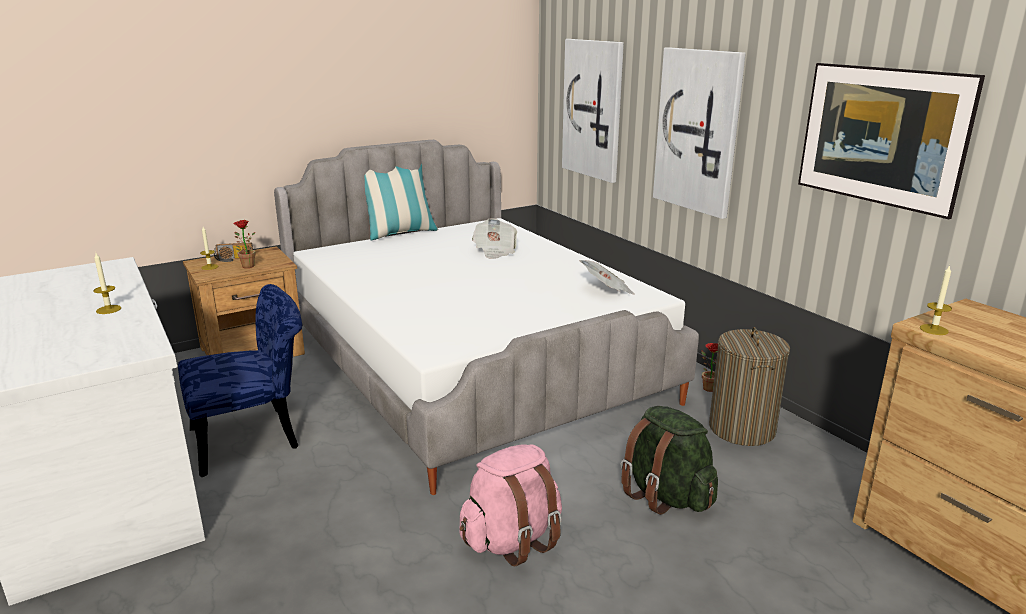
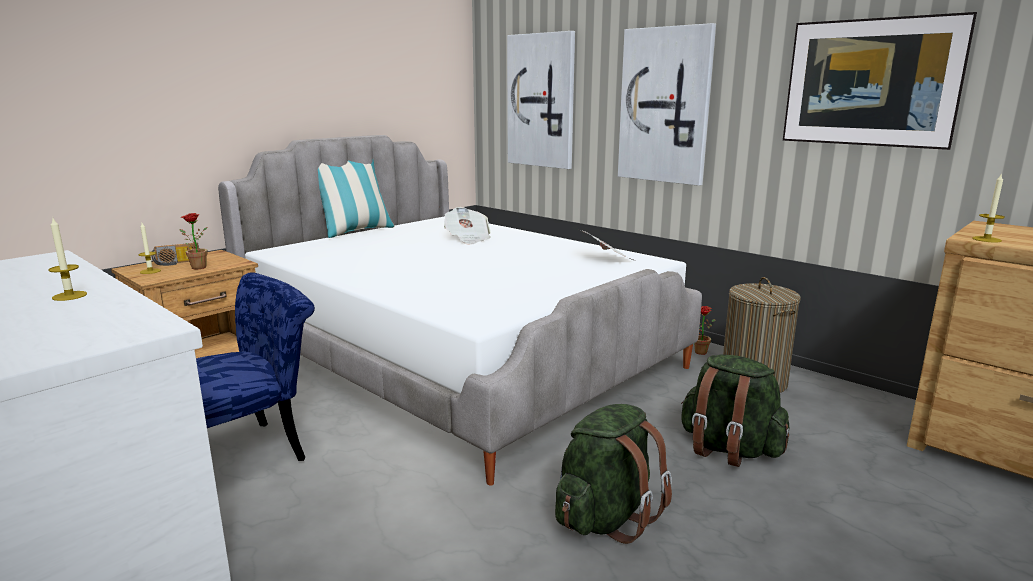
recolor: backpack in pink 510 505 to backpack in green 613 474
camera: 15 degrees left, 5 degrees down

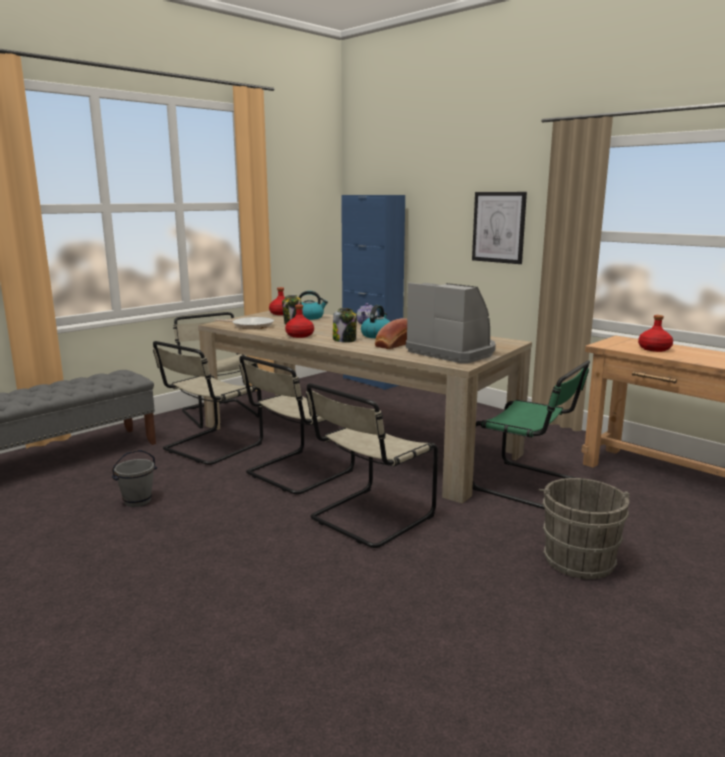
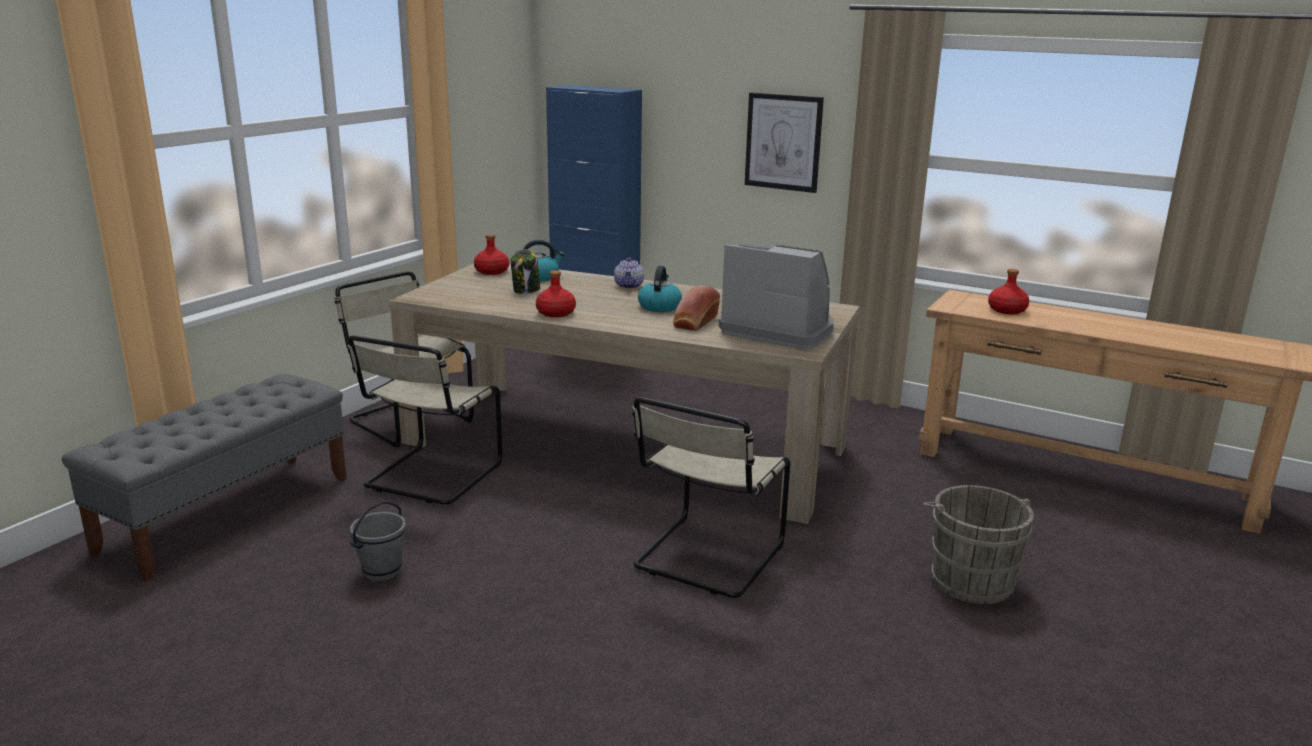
delete: jar 345 325; frying pan 244 323; chair in beige 297 425; chair in green 531 434
camera: 15 degrees left, 5 degrees up

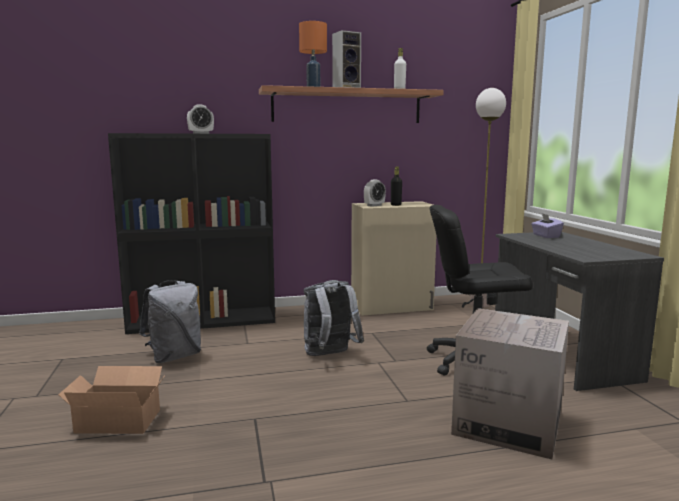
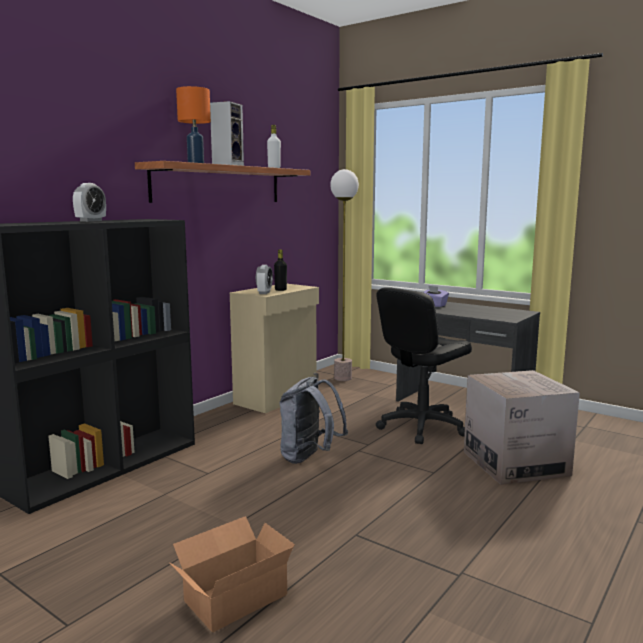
delete: backpack in grey 170 321
camera: 40 degrees left, 0 degrees up

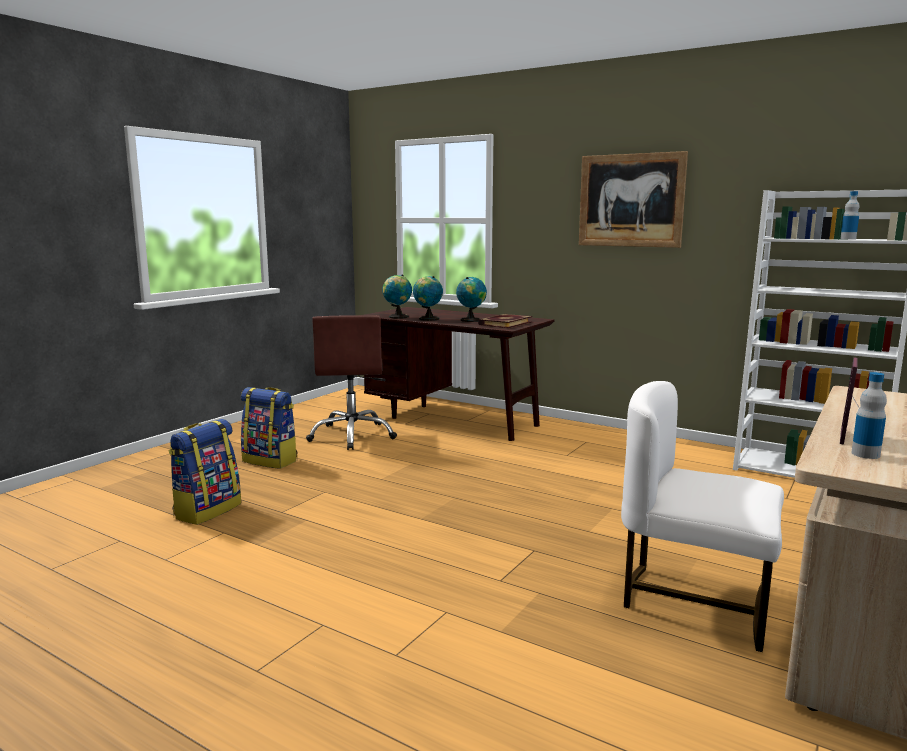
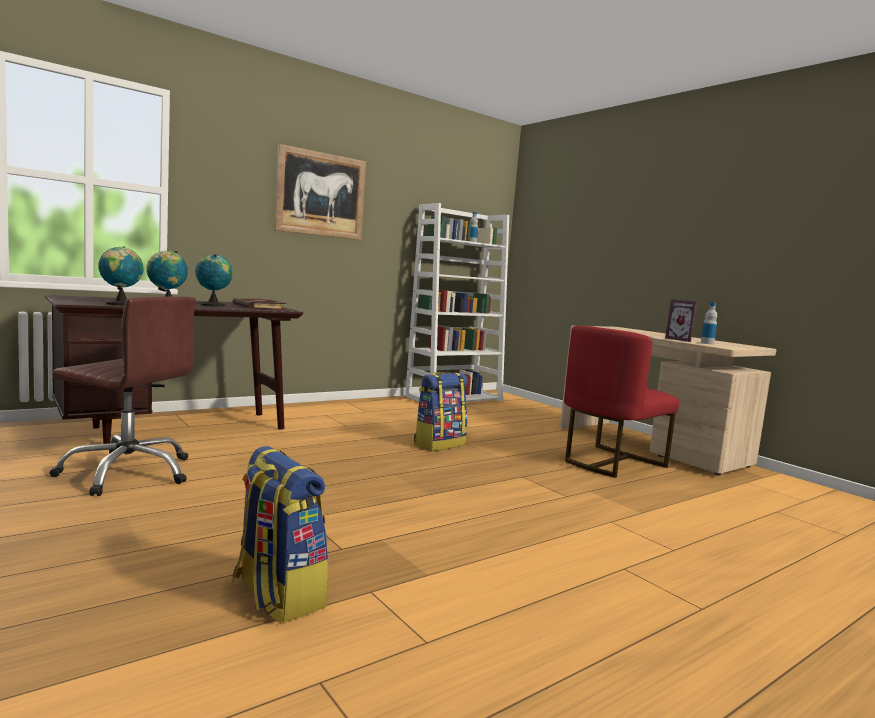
move: backpack 269 428 to 441 411
recolor: chair in white 702 516 to chair in red 621 402
camera: 70 degrees left, 5 degrees down

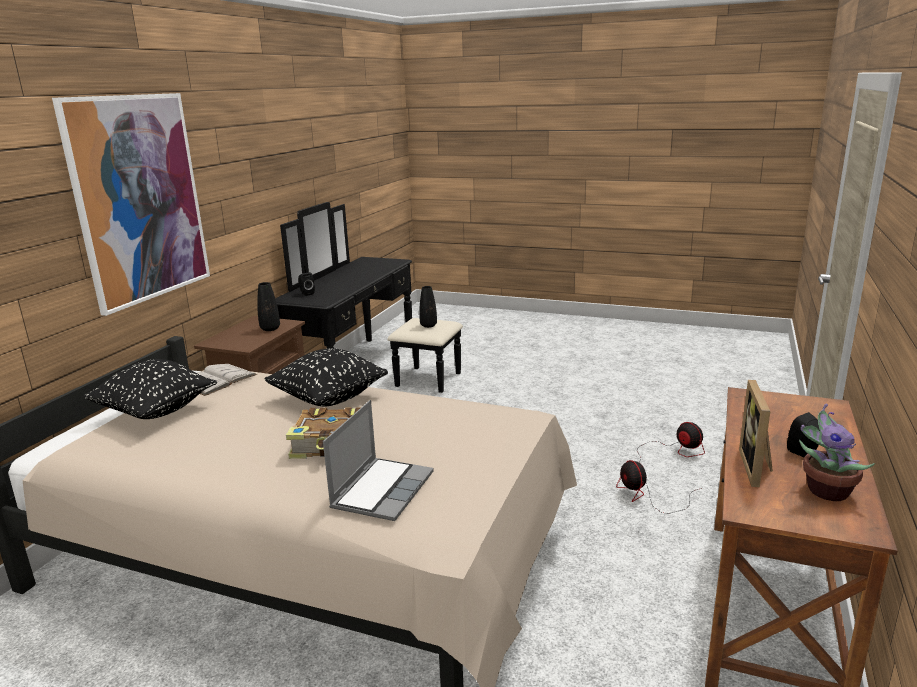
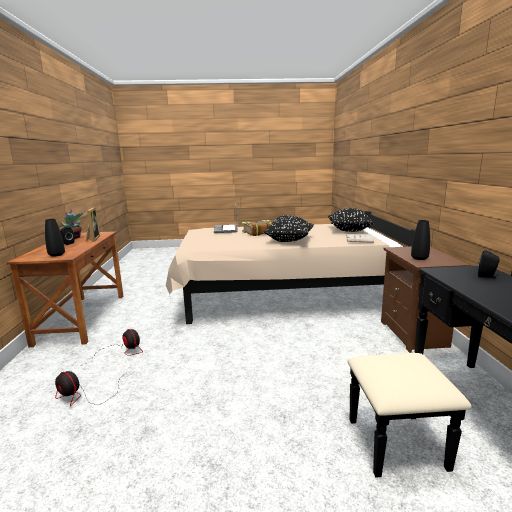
delete: picture 131 204
move: vase in black 428 307 to 55 238
camera: 155 degrees right, 5 degrees down

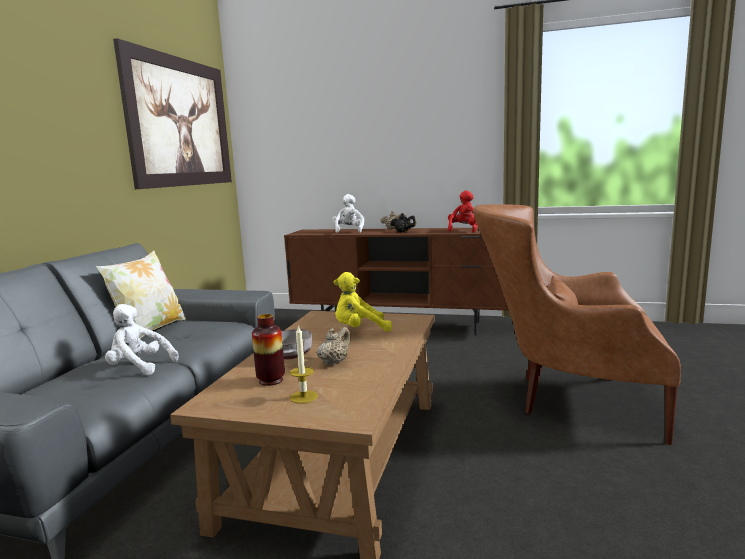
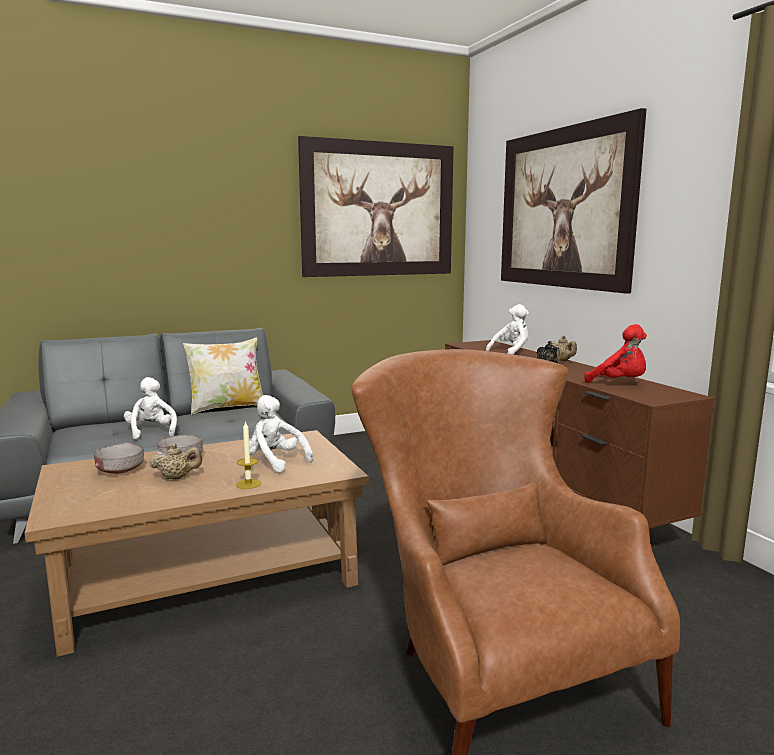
insert: picture 574 201
move: candle 304 364 to 248 455
replace: vase 268 350 to bowl in grey 118 458
recolor: plush toy in yellow 362 302 to plush toy in white 278 433
rotate: plush toy in red 463 211 = 615 353 60 degrees clockwise
camera: 50 degrees right, 0 degrees up

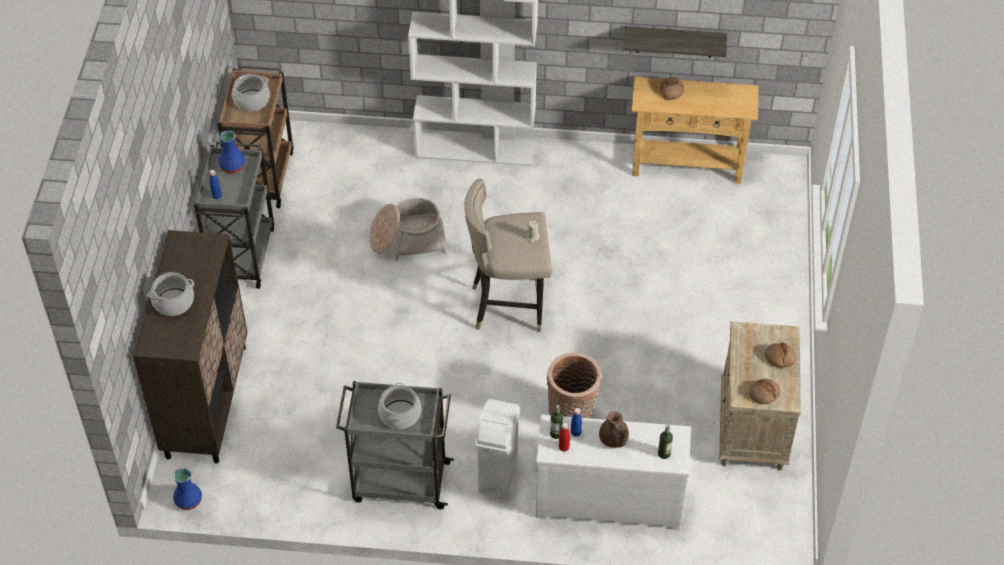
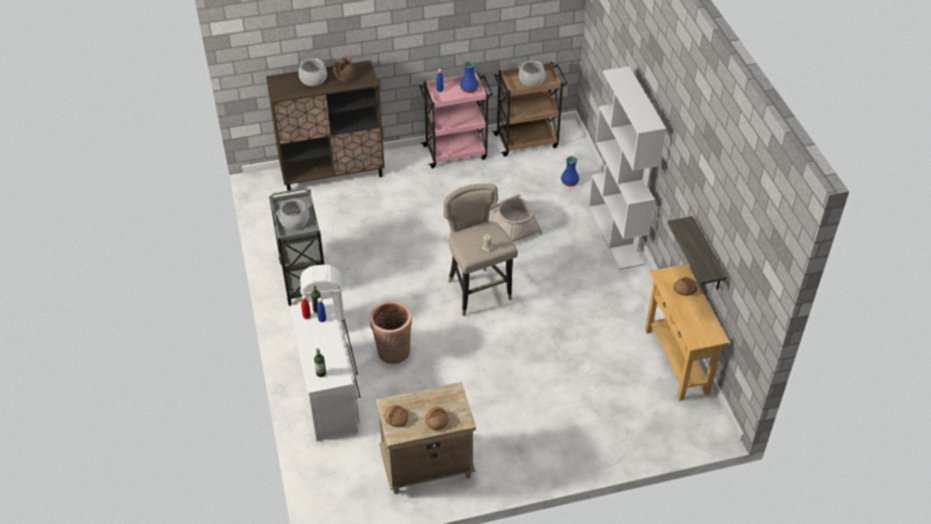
move: teapot in brown 614 430 to 344 68; vase in blue 187 489 to 570 171
recolor: cart in grey 234 215 to cart in pink 456 120
camera: 70 degrees right, 5 degrees down

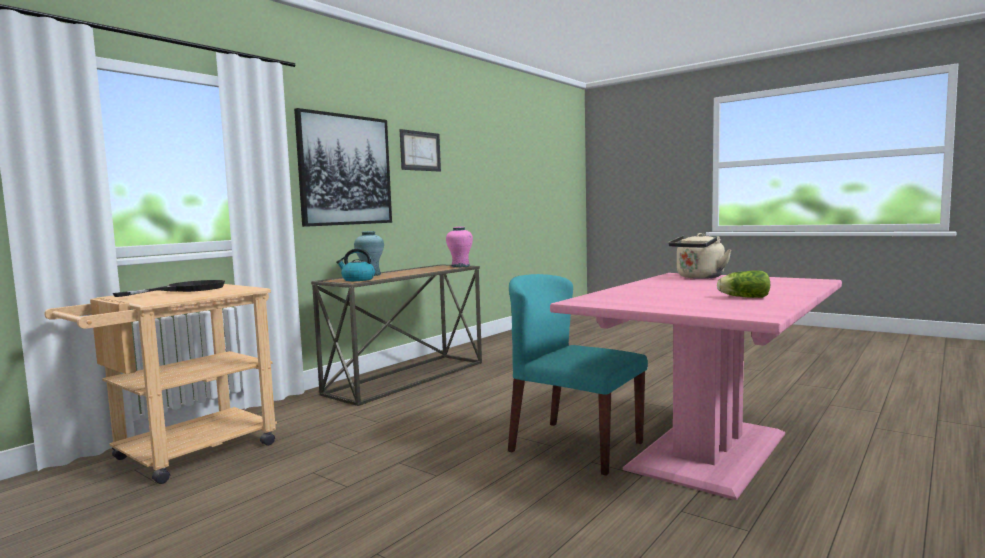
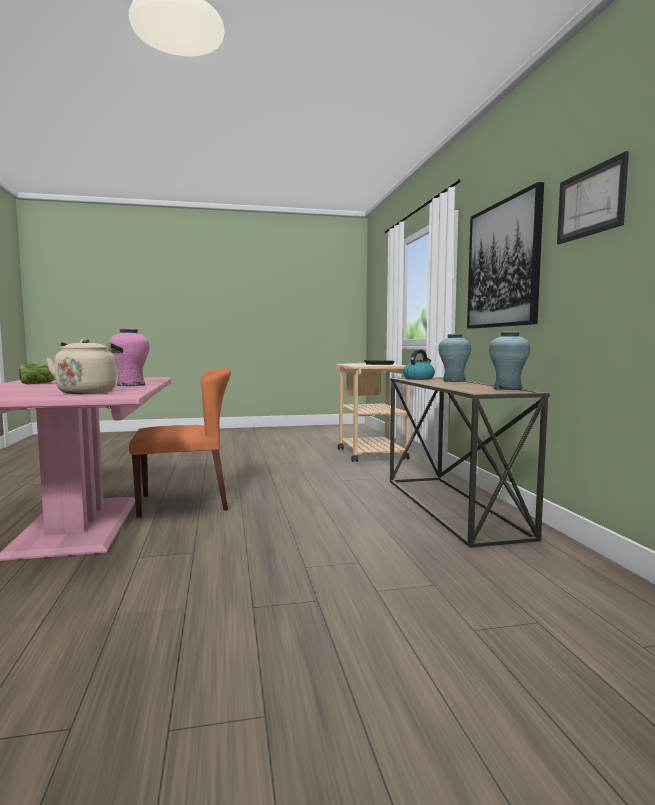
insert: vase in turquoise 509 360
move: vase in pink 459 247 to 129 357
recolor: chair in turquoise 578 375 to chair in orange 180 442
camera: 130 degrees right, 0 degrees up

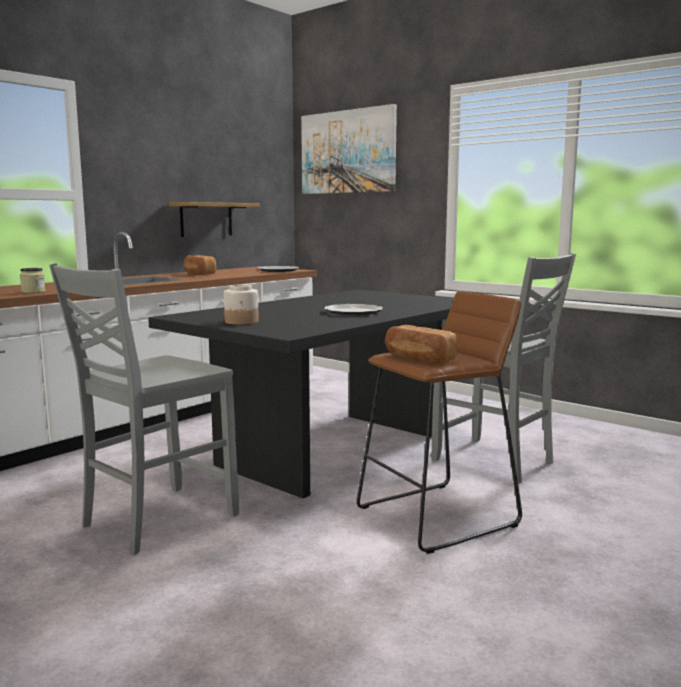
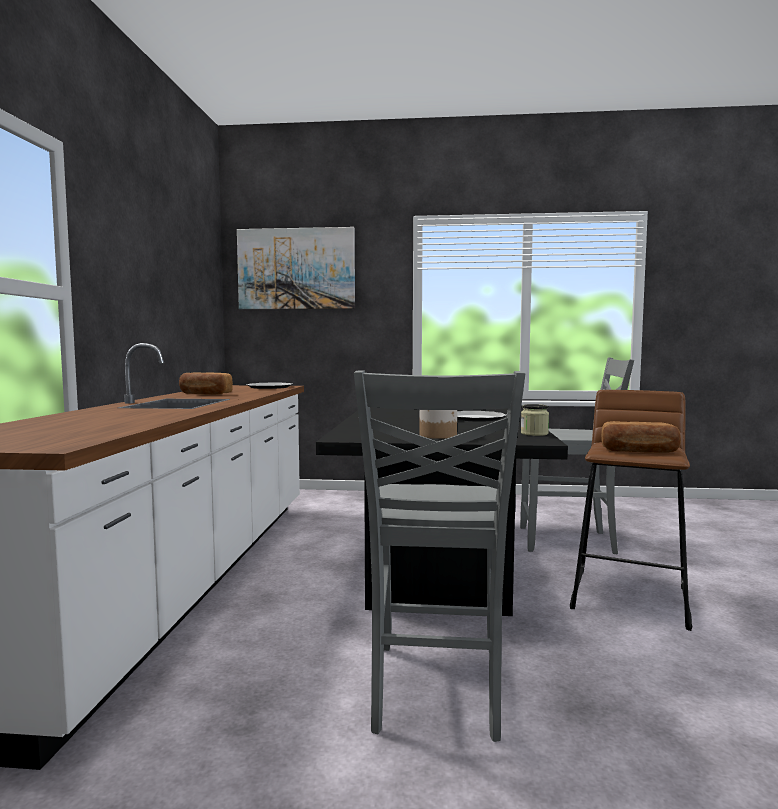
delete: shelf 214 219
move: jar 33 280 to 535 420
camera: 35 degrees left, 5 degrees down

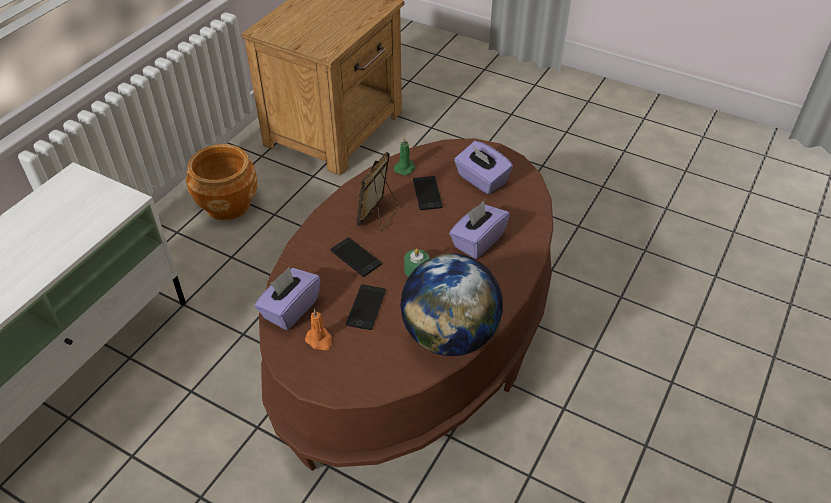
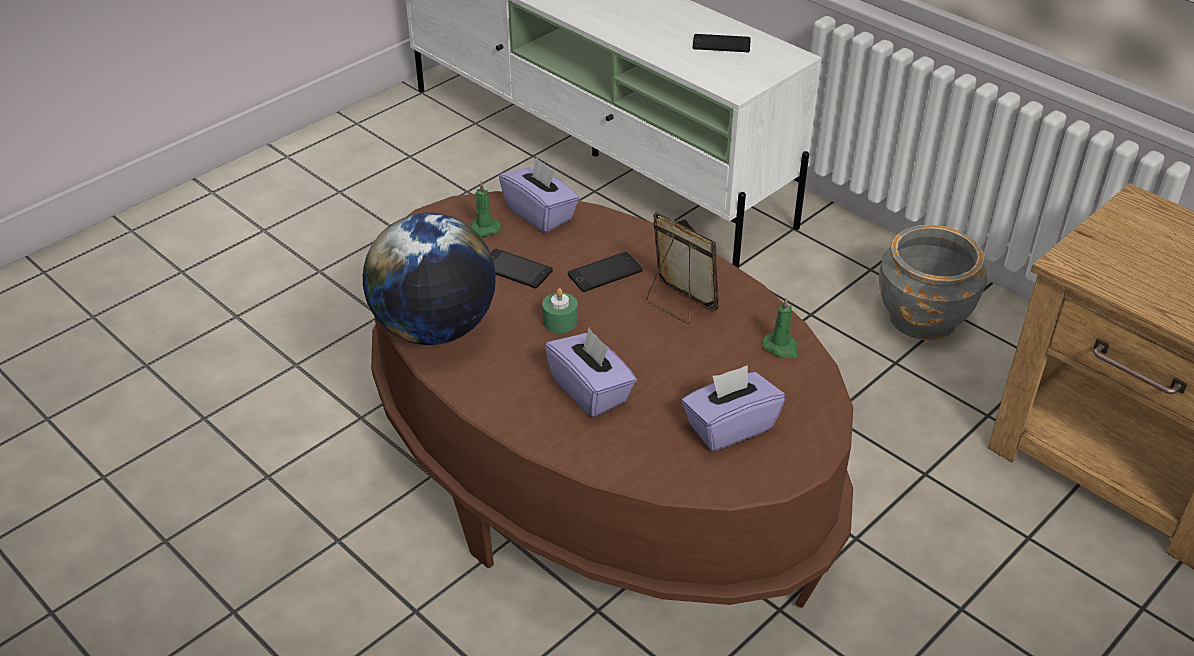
move: phone 428 193 to 722 43
recolor: planter in brown 222 182 to planter in grey 933 282; candle in orange 318 329 to candle in green 485 209
camera: 105 degrees right, 5 degrees down

